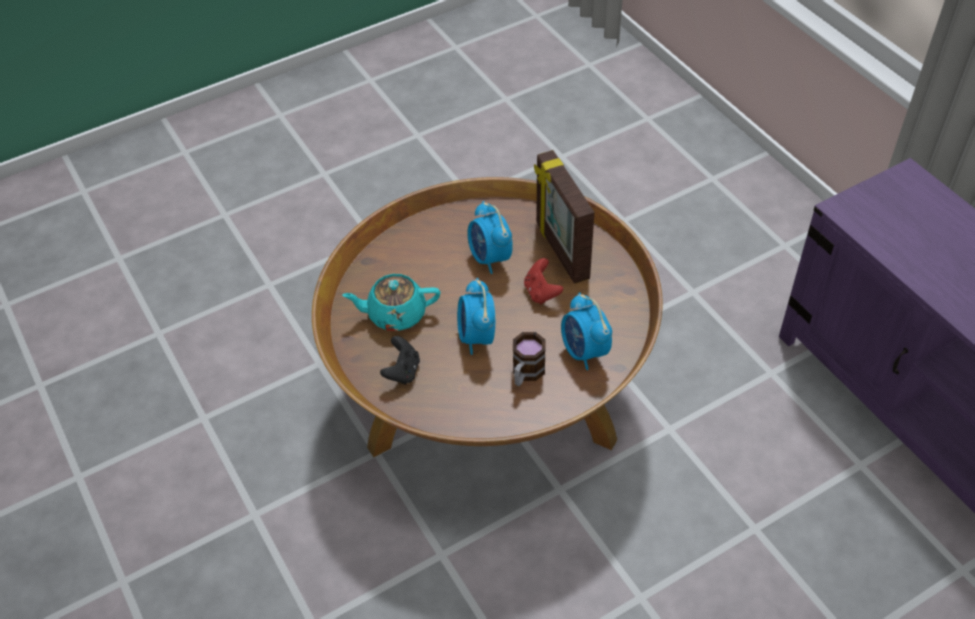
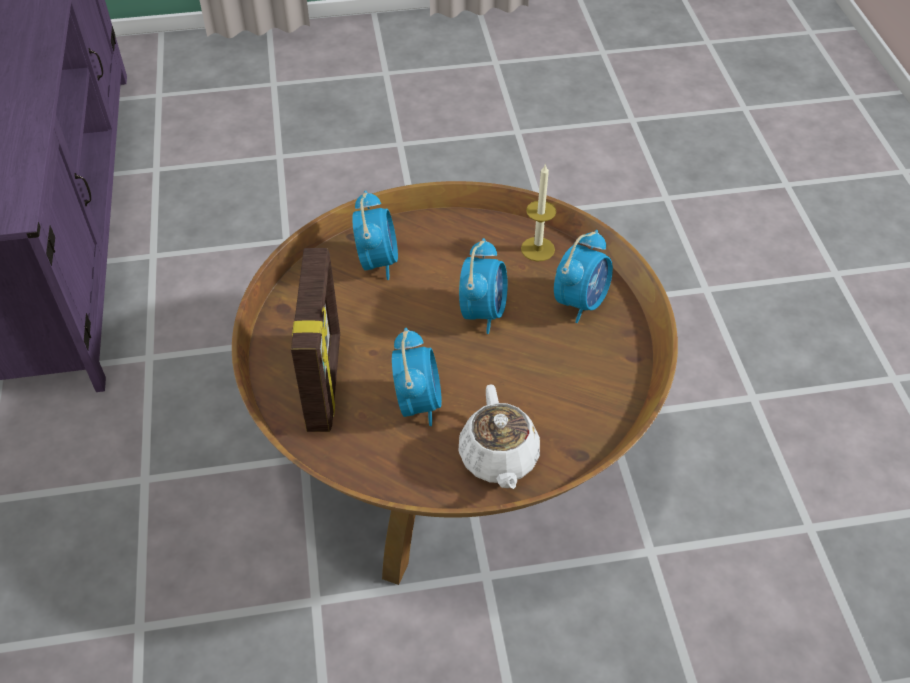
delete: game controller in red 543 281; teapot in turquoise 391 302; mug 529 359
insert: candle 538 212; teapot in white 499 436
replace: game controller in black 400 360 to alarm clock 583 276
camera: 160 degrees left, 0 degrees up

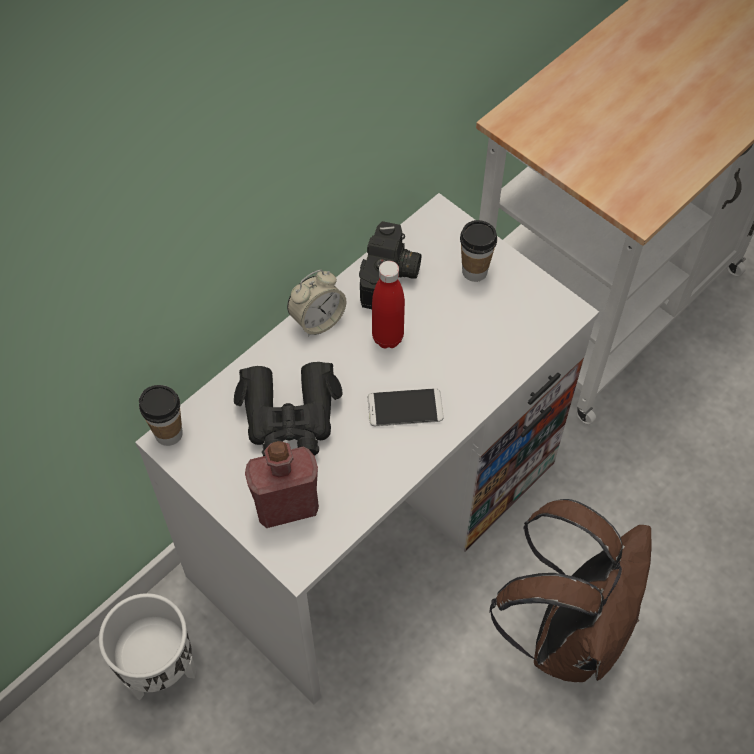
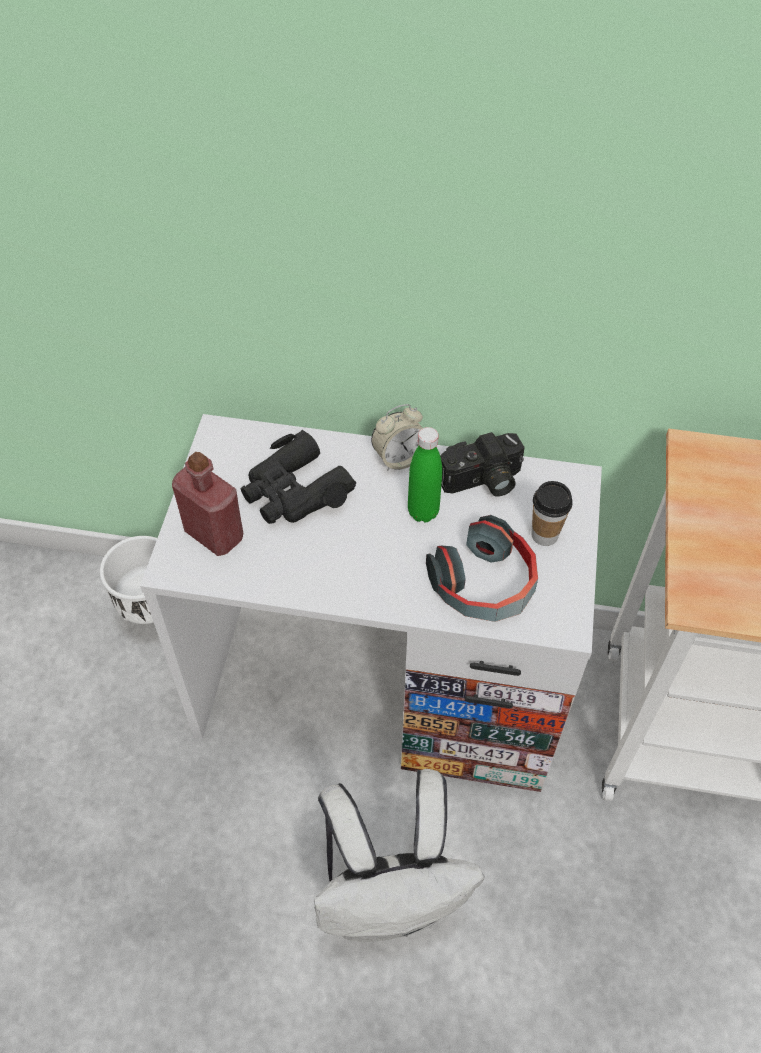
delete: cup 161 415; phone 406 407
insert: headphones 482 568
recolor: bottle in red 388 305 to bottle in green 425 474; backpack in brown 570 590 to backpack in white 399 855
rotate: alarm clock 316 303 = 397 437 45 degrees counterclockwise
camera: 55 degrees right, 5 degrees down

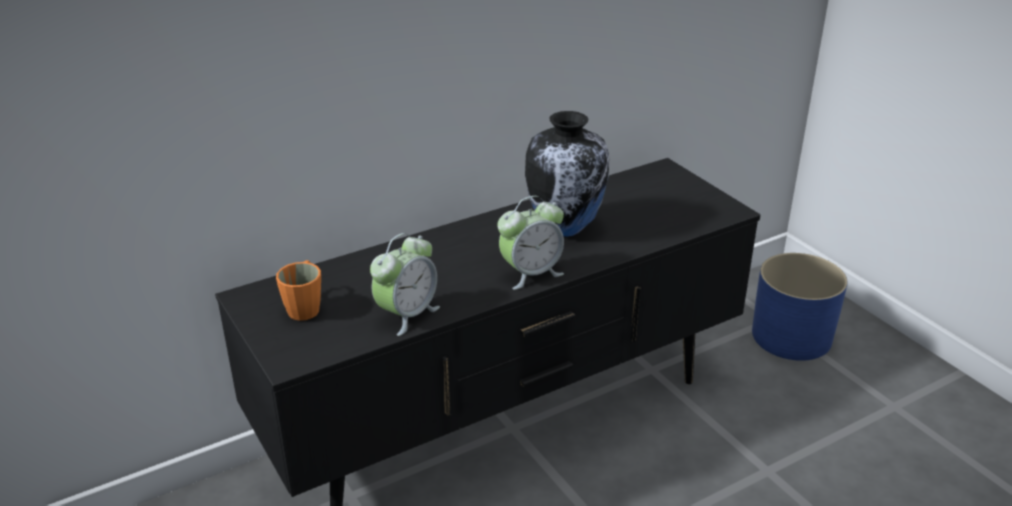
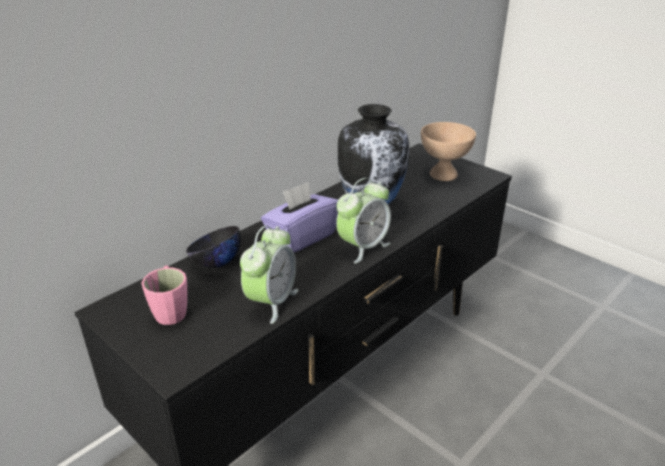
delete: planter in blue 800 307
insert: bowl in beige 448 151; tissue box in purple 299 217; bowl in black 213 247
recolor: mug in orange 298 290 to mug in pink 164 295
camera: 15 degrees left, 0 degrees up

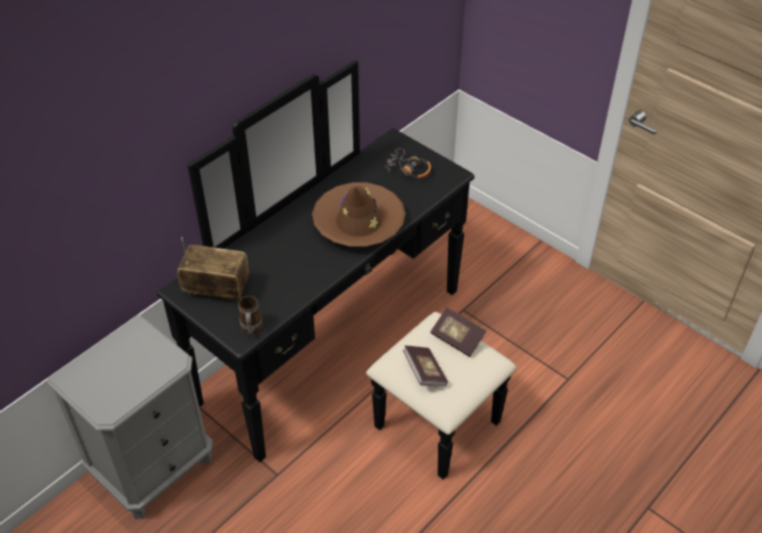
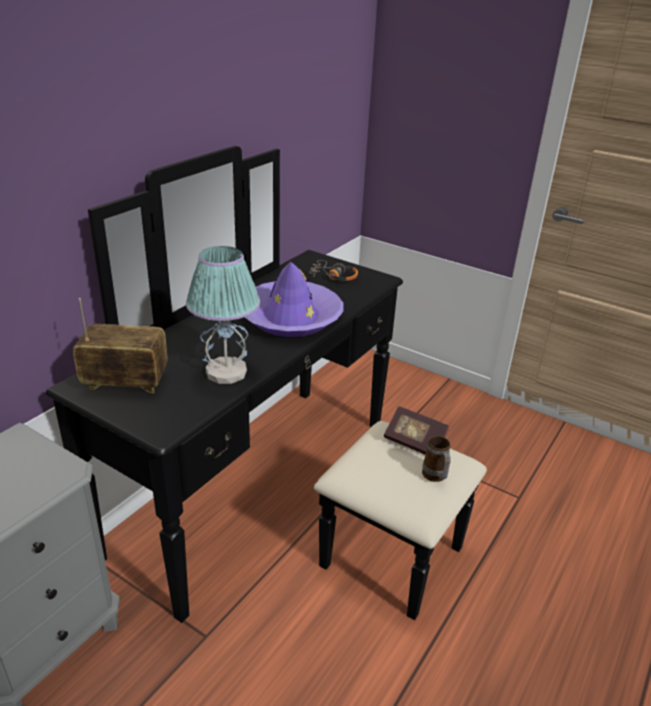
delete: book 425 366
insert: table lamp 223 315
move: mug 250 315 to 436 459
recolor: hat in brown 359 214 to hat in purple 294 299
camera: 10 degrees left, 15 degrees down

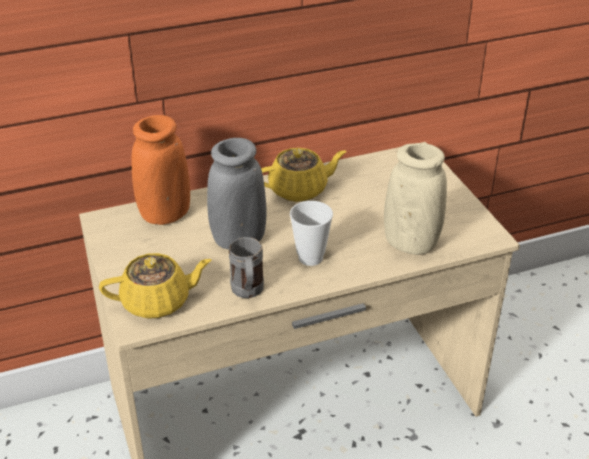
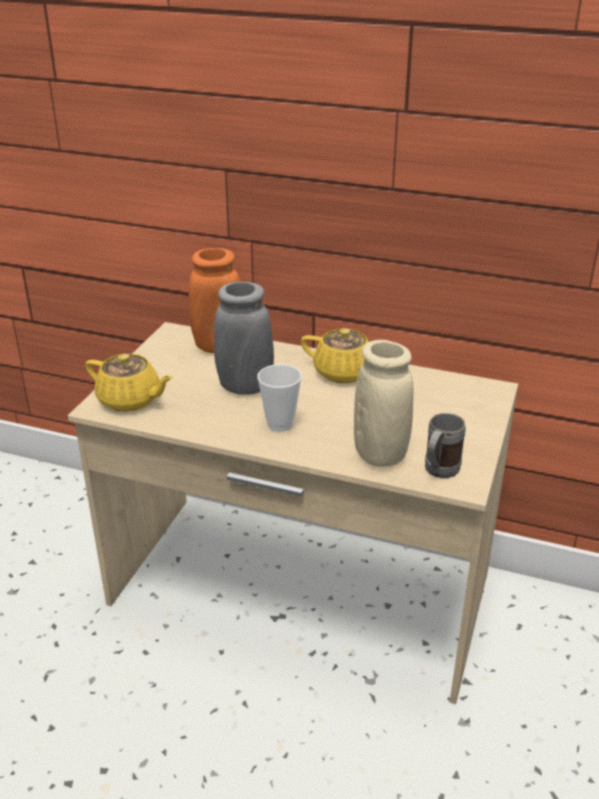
move: mug in grey 246 267 to 445 445
camera: 40 degrees right, 5 degrees down

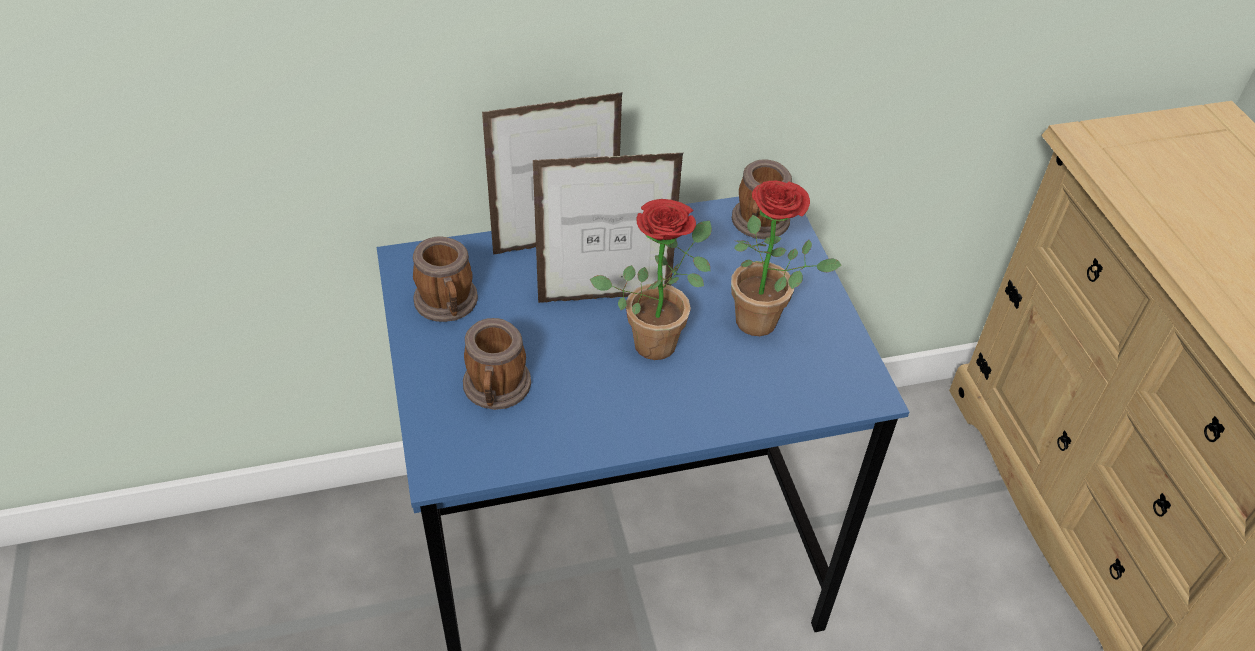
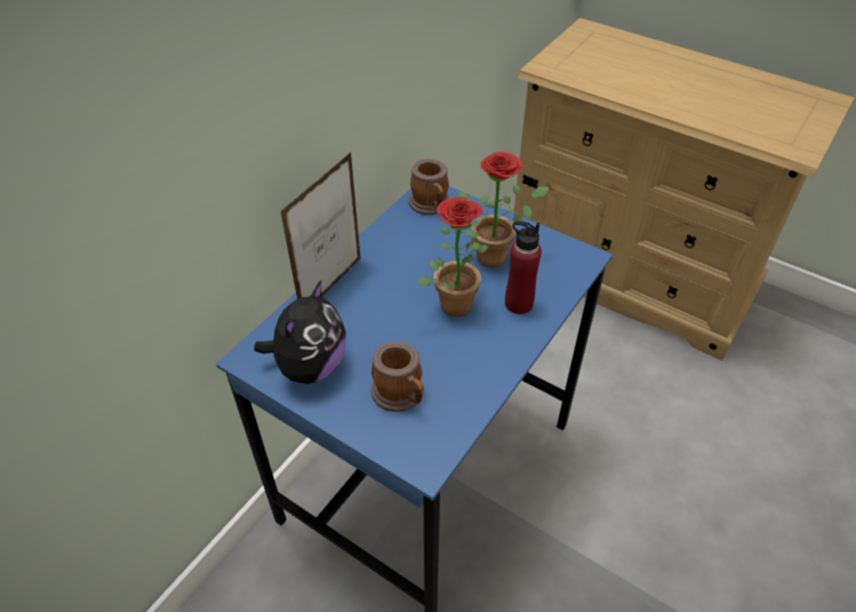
delete: picture frame 608 227
insert: bottle in red 523 267
replace: mug 445 279 to plush toy 300 332
camera: 40 degrees left, 0 degrees up

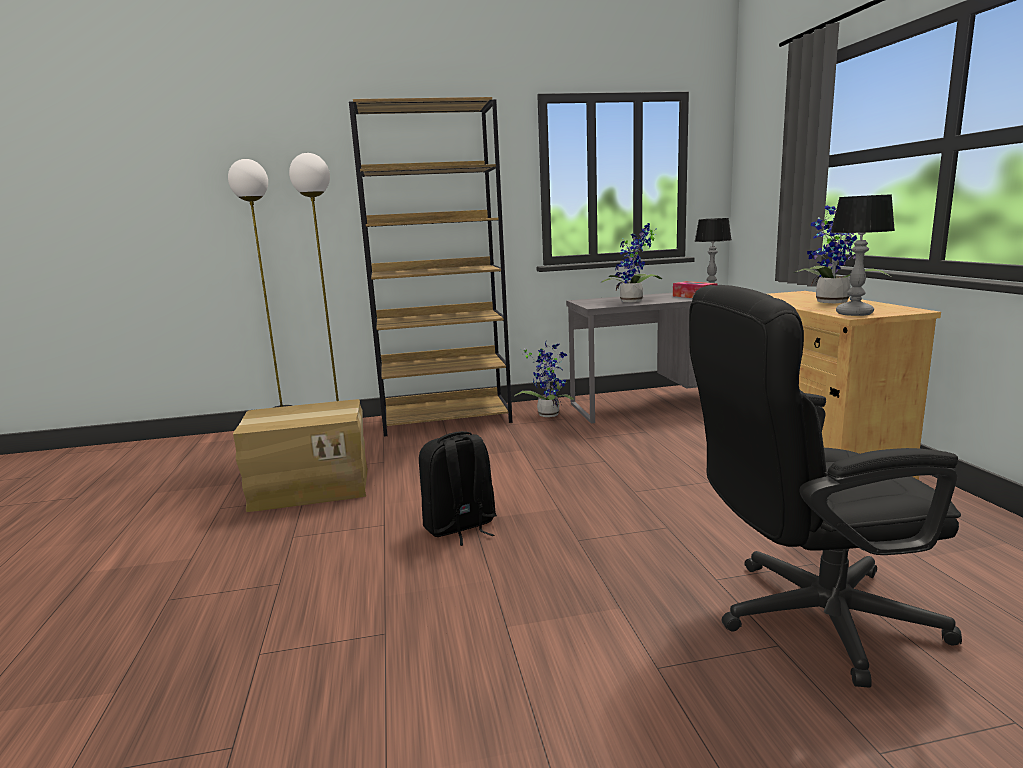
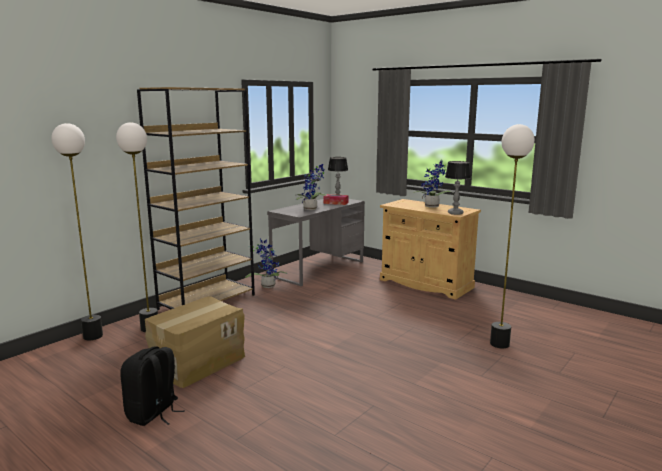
move: backpack in black 458 488 to 152 386
replace: office chair in black 825 486 to floor lamp 512 236
camera: 40 degrees left, 0 degrees up

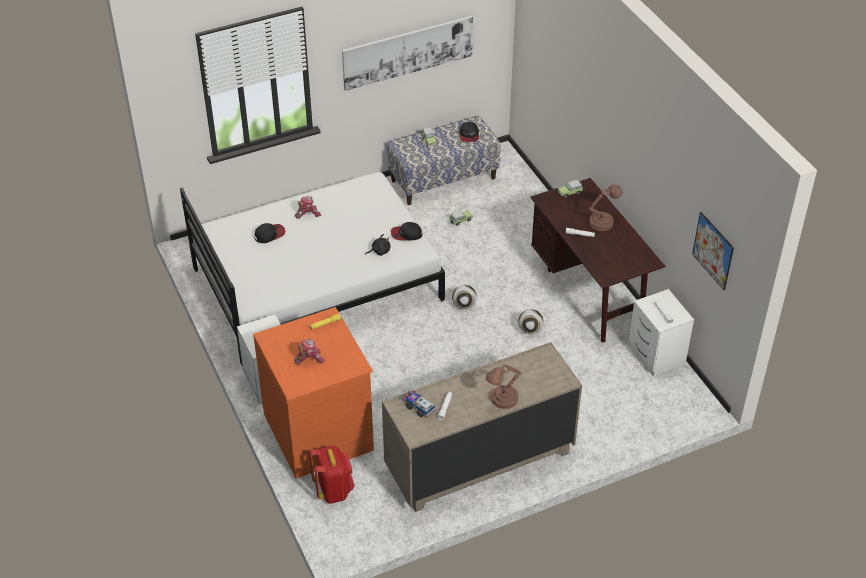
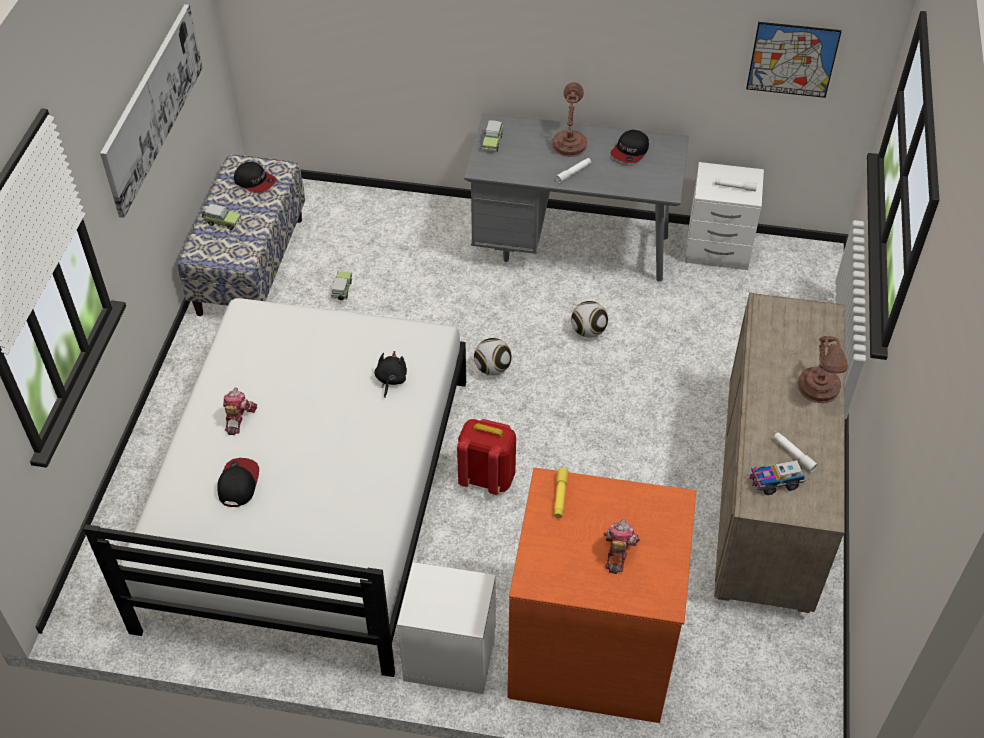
move: cap 406 231 to 630 146; backpack in red 332 474 to 486 457
recolor: desk in brown 597 260 to desk in grey 576 197
camera: 55 degrees left, 5 degrees up

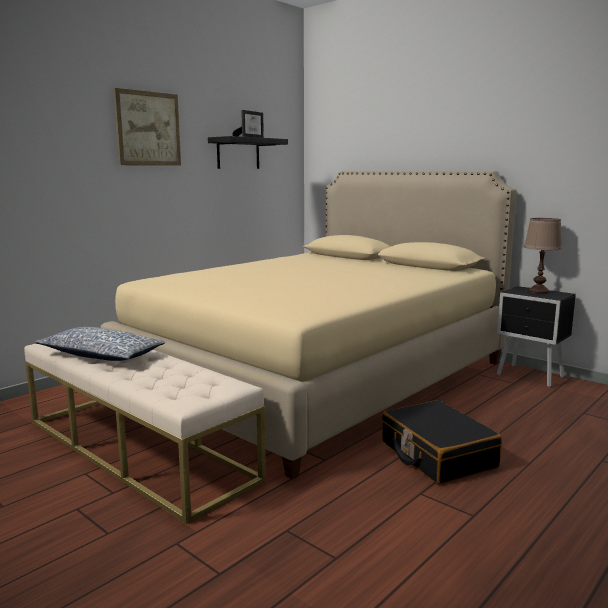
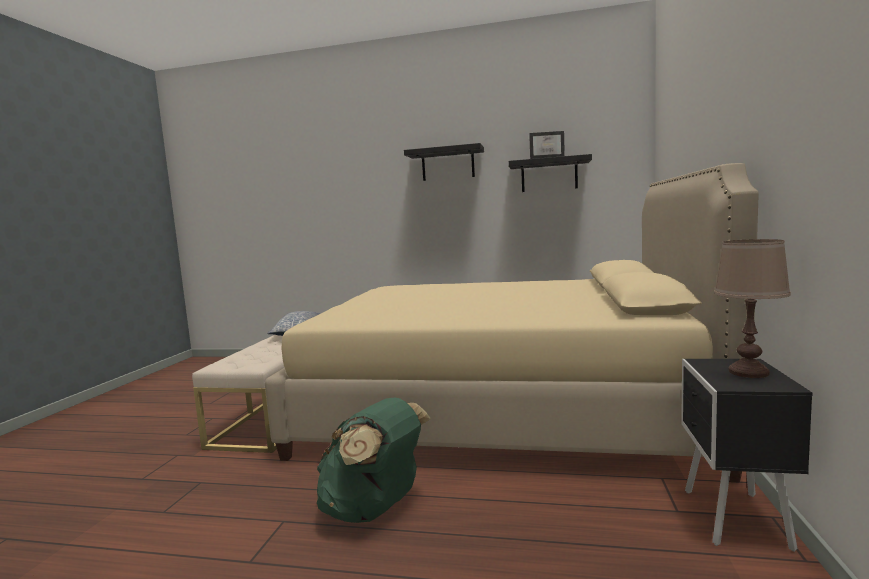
replace: picture 147 127 to shelf in black 444 162; suitcase in black 442 442 to backpack in green 374 460
camera: 60 degrees right, 5 degrees down

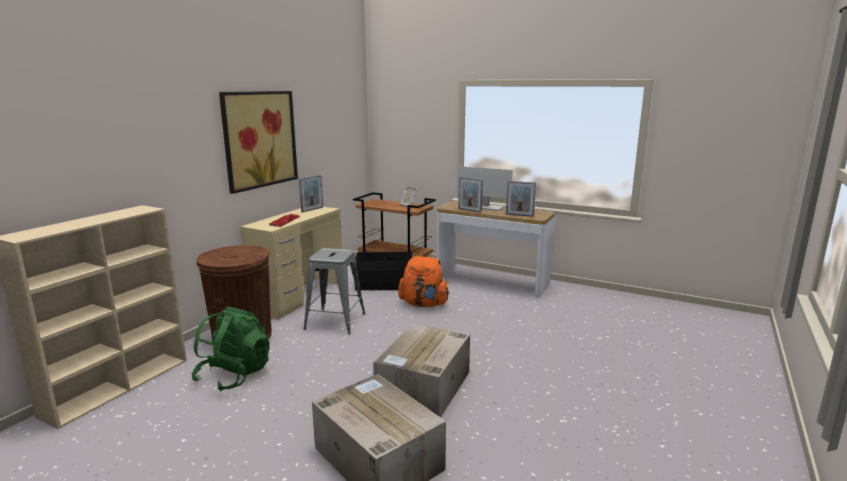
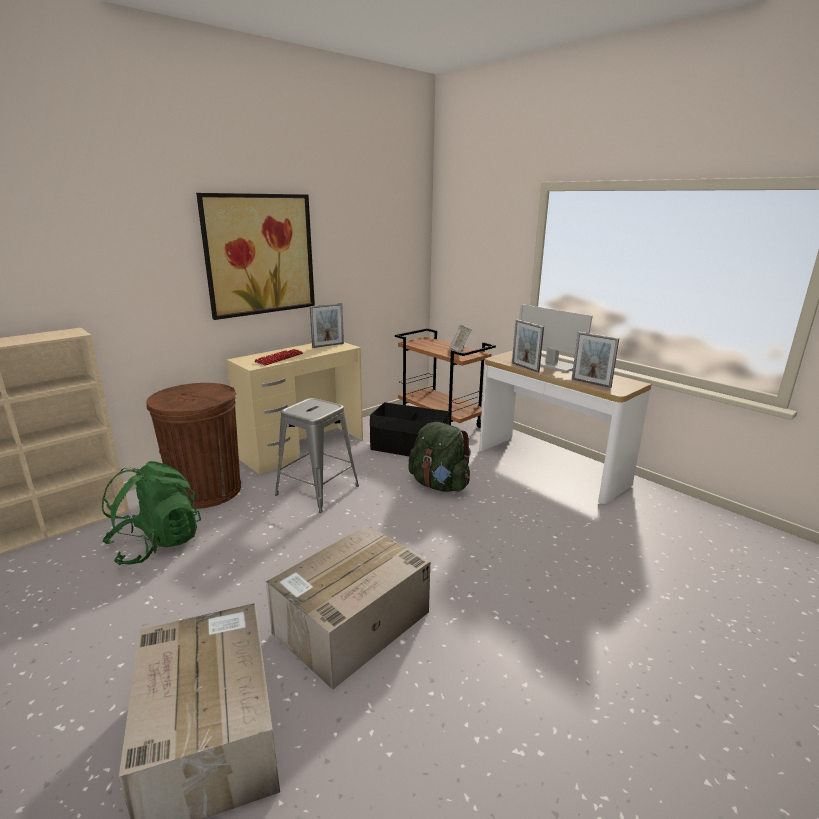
recolor: backpack in orange 423 281 to backpack in green 439 457
camera: 20 degrees right, 5 degrees up

